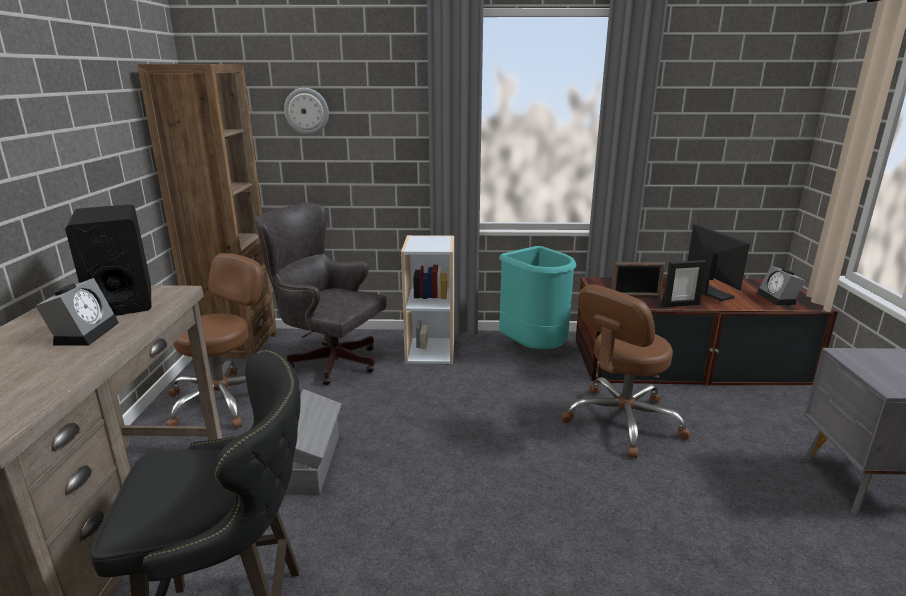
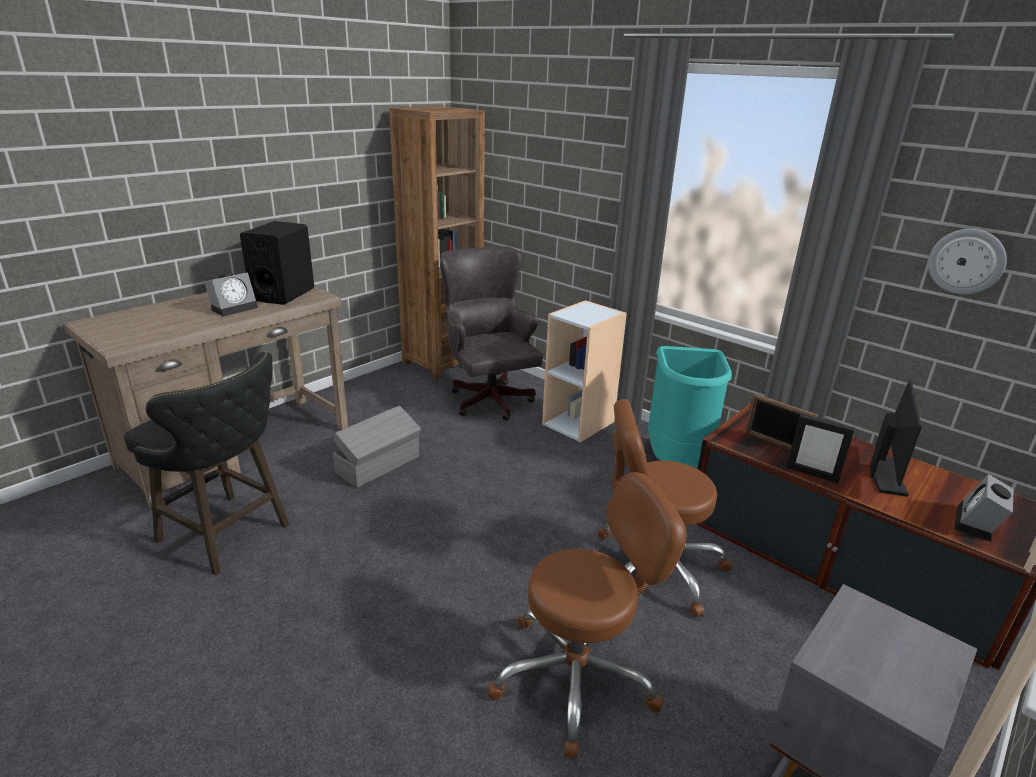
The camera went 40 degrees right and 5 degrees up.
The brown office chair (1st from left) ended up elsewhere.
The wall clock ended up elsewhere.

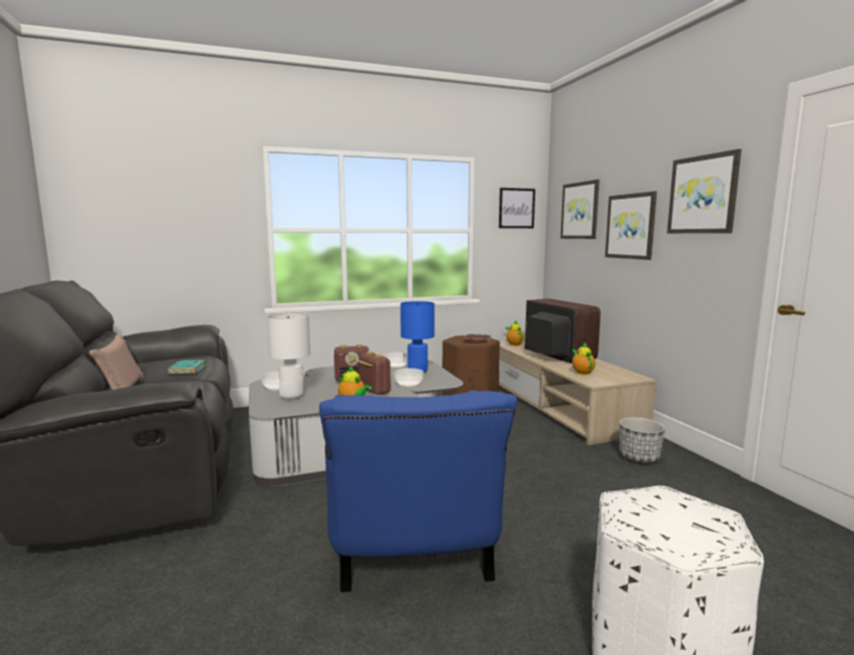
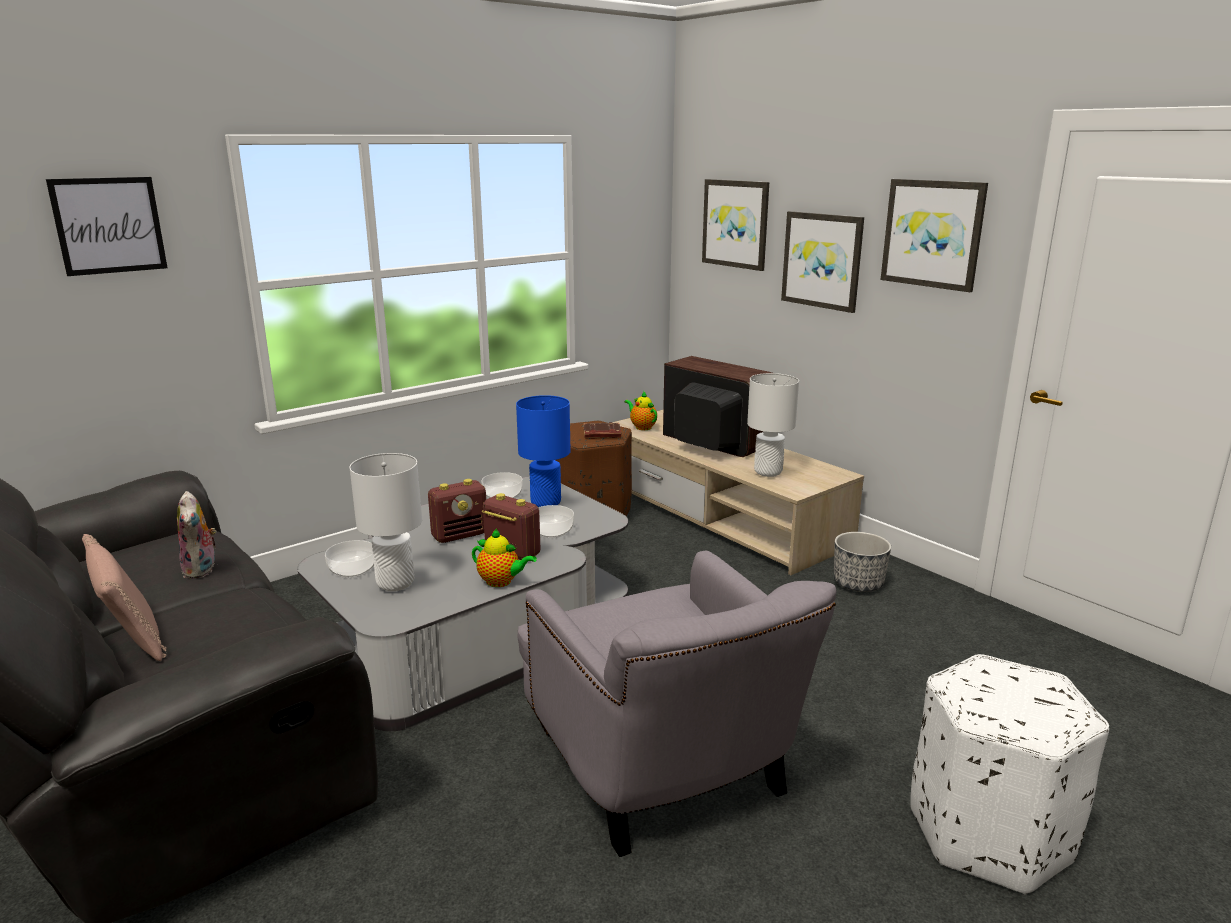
The camera went 20 degrees left and 10 degrees up.
Where the turquoise book stood, the plush toy came to stand.
What was the blue armchair turned into the grey armchair.
The picture (1st from left) ended up elsewhere.
Where the teapot (3rd from left) stood, the white table lamp (2nd from left) came to stand.

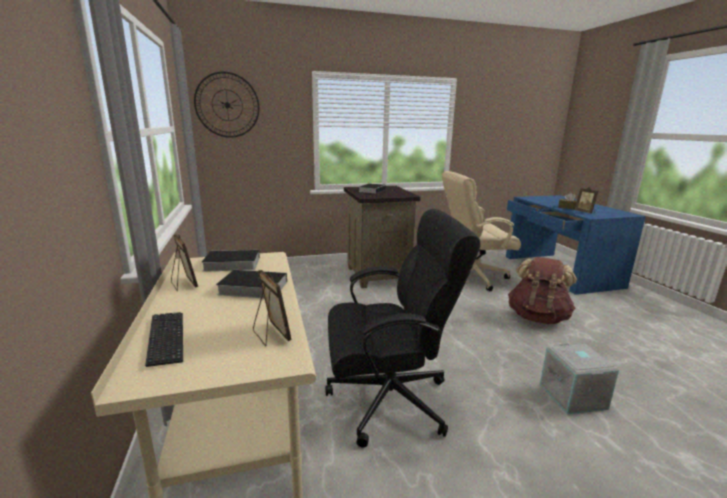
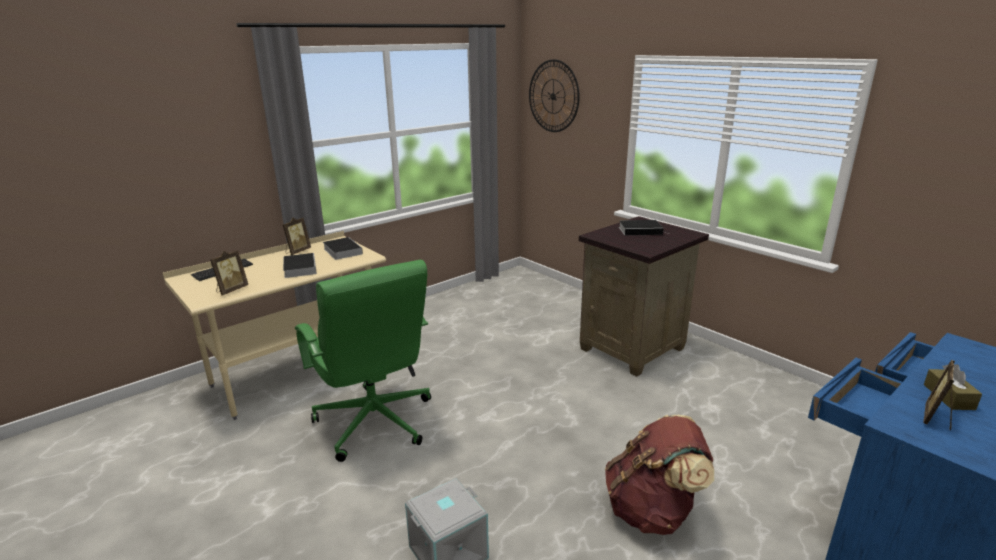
The camera went 65 degrees right and 5 degrees up.
What was the black office chair turned into the green office chair.
The second view lost the beige office chair.

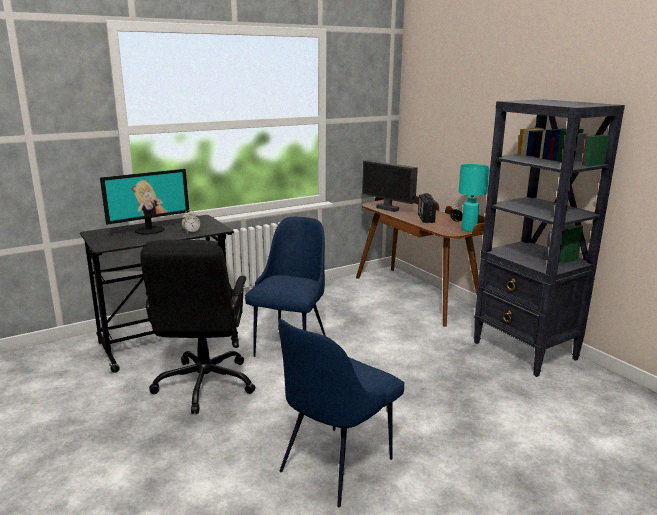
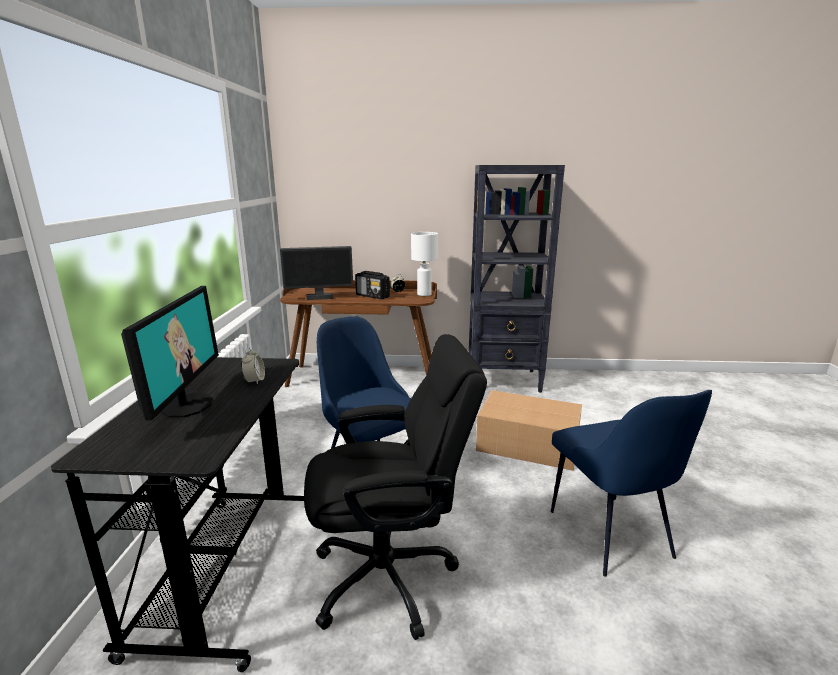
The camera went 55 degrees left and 0 degrees up.
The black office chair ended up facing another way, 45 degrees counterclockwise from before.
What was the turquoise table lamp turned into the white table lamp.
The second view gained the cardboard box.

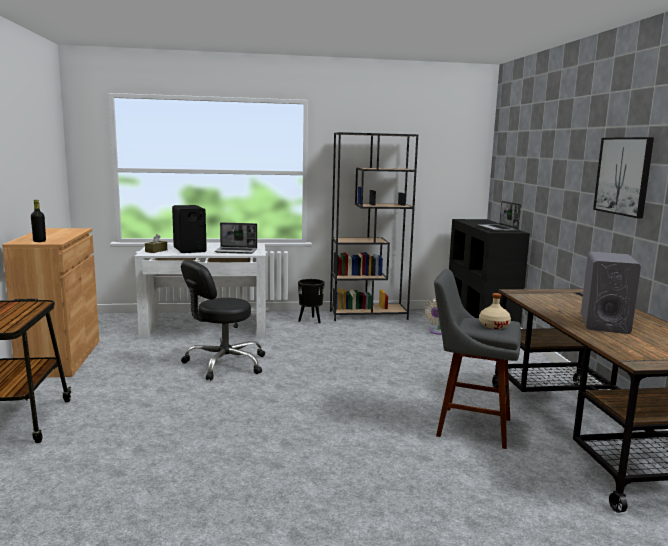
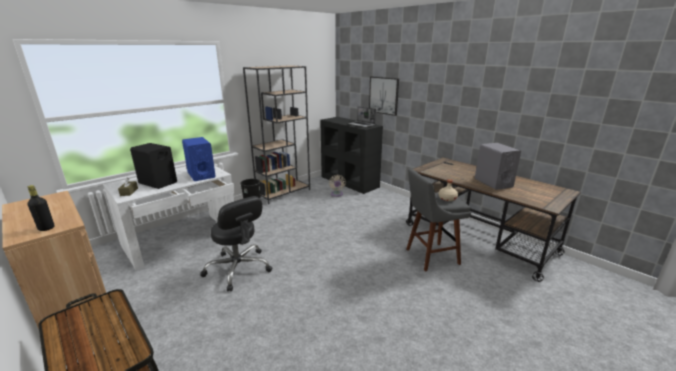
The camera went 35 degrees left and 10 degrees up.
The black office chair ended up facing another way, 60 degrees counterclockwise from before.
Where the laptop (1st from left) stood, the blue speaker came to stand.
The picture ended up elsewhere.

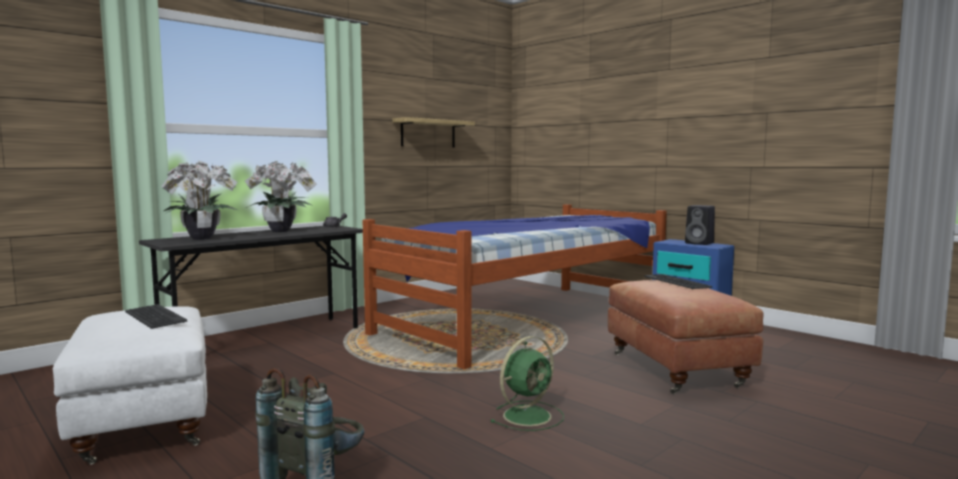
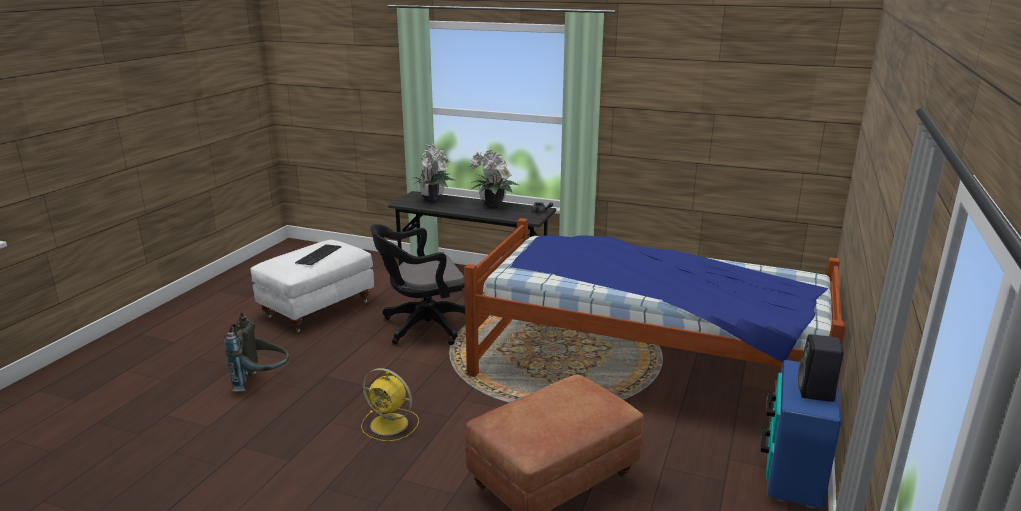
The camera went 65 degrees right and 15 degrees up.
The second view lost the shelf.
What was the green fan turned into the yellow fan.
The second view lost the keyboard (2nd from left).
The second view gained the black office chair.

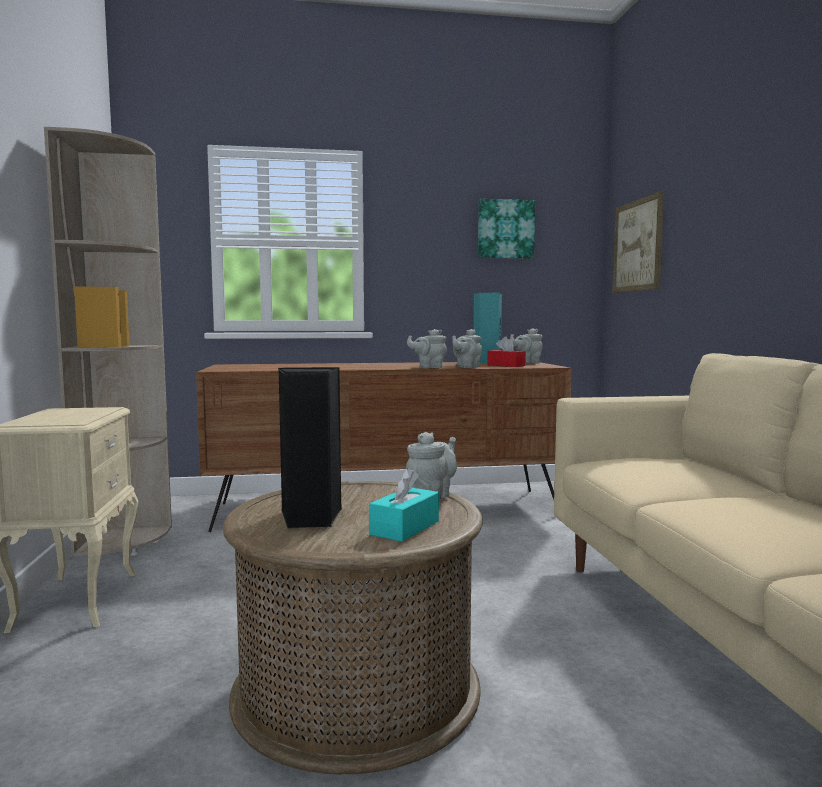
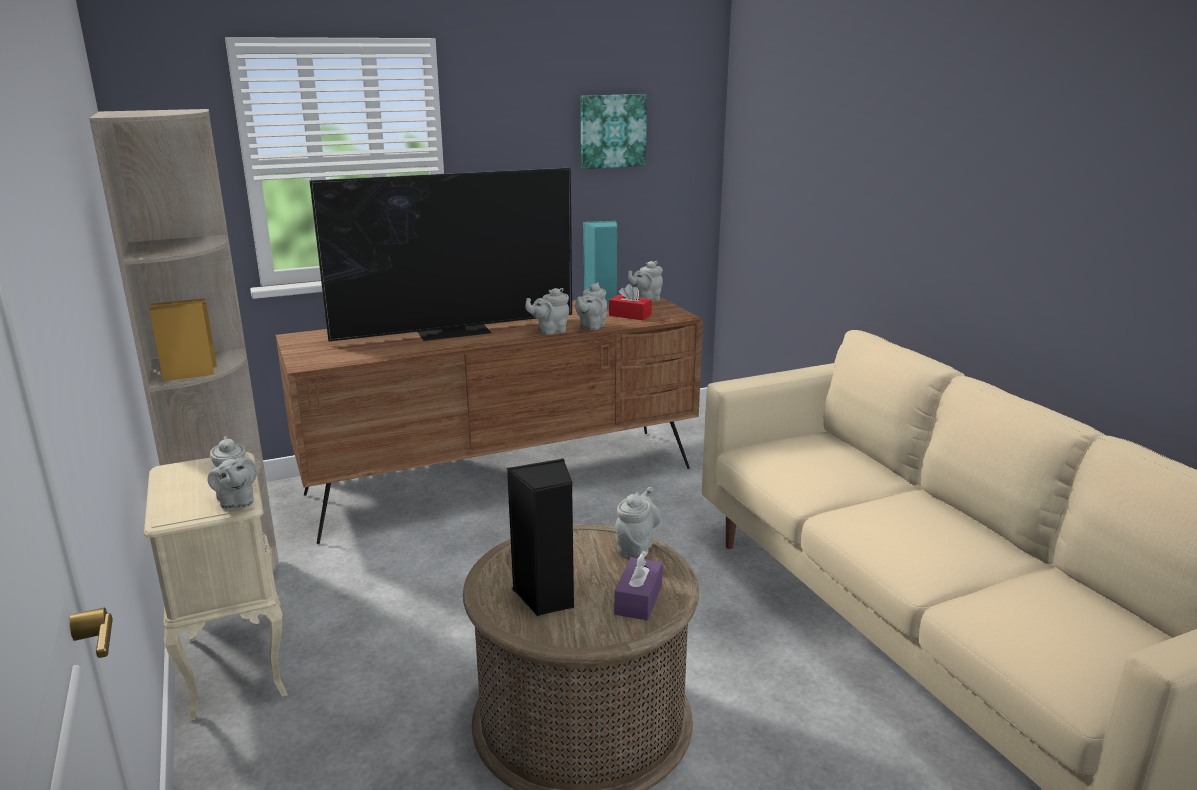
The camera went 15 degrees left and 15 degrees up.
What was the turquoise tissue box turned into the purple tissue box.
The second view lost the picture (2nd from left).
The second view gained the grey teapot (1st from left).
The second view gained the television.

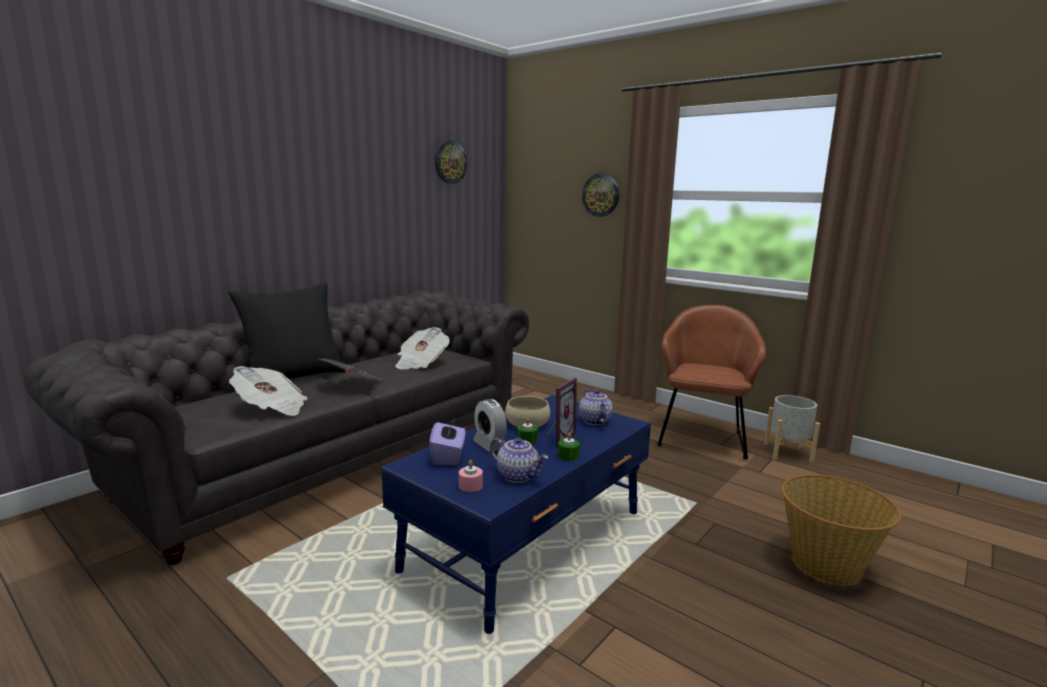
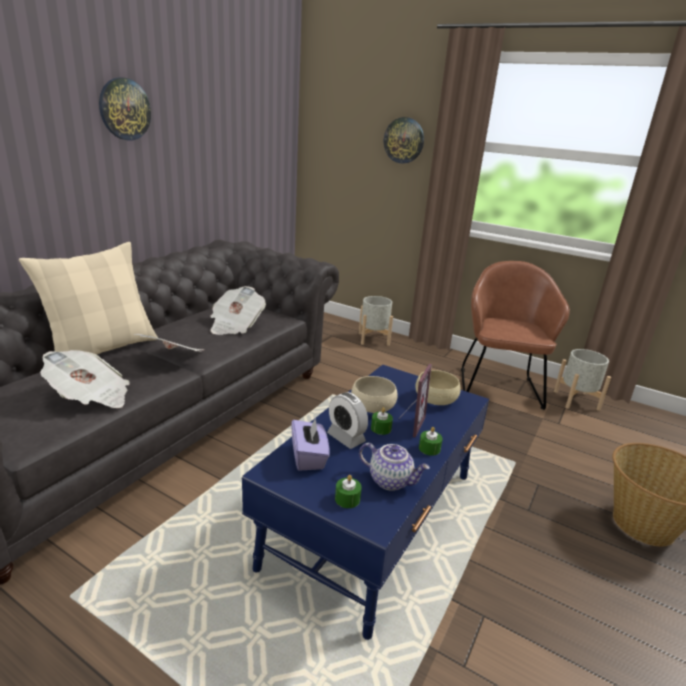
The camera went 10 degrees left and 10 degrees up.
What was the black pillow turned into the beige pillow.
The wall clock (1st from left) ended up elsewhere.
What was the pink candle turned into the green candle (1st from left).
Where the teapot (2nd from left) stood, the beige bowl (2nd from left) came to stand.
The second view gained the grey planter (1st from left).

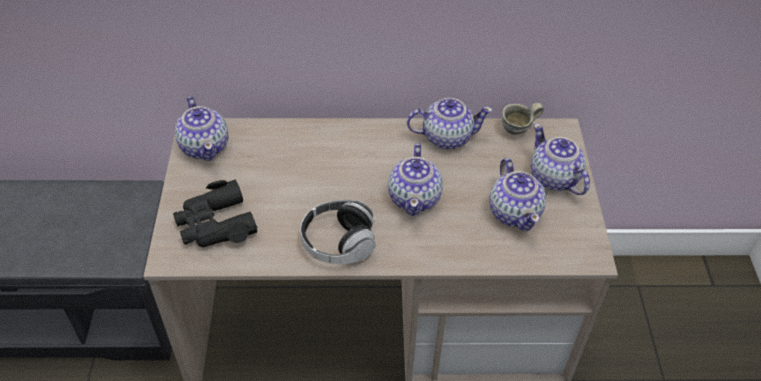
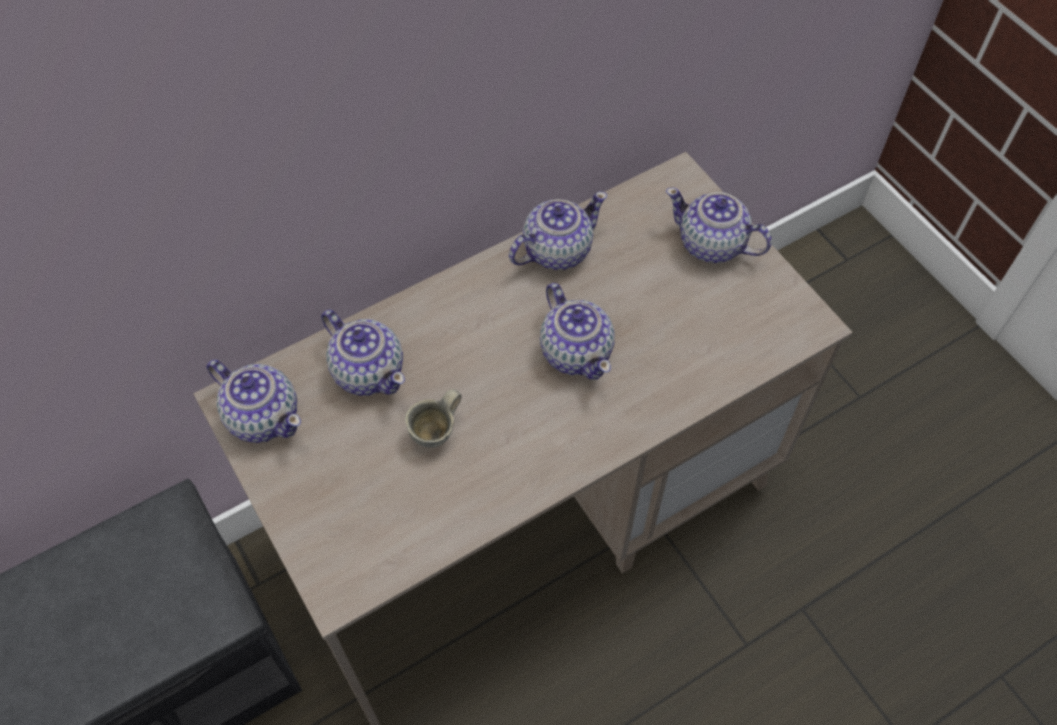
The camera went 30 degrees left and 10 degrees up.
The second view lost the black binoculars.
The second view lost the headphones.
The teapot (4th from left in the first image) ended up elsewhere.
The grey mug ended up elsewhere.

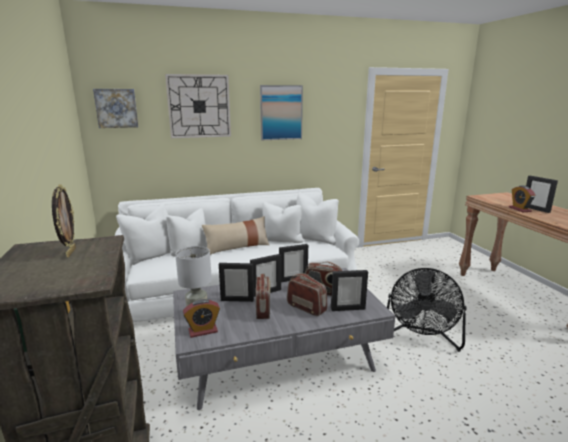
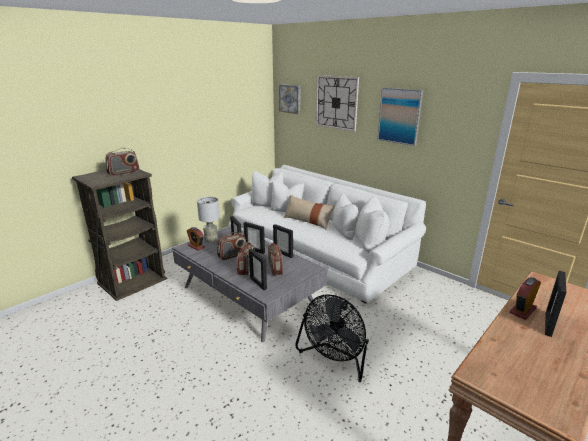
The camera went 60 degrees right and 5 degrees up.
Where the picture frame (1st from left) stood, the radio (1st from left) came to stand.
The black fan ended up facing another way, 45 degrees counterclockwise from before.

